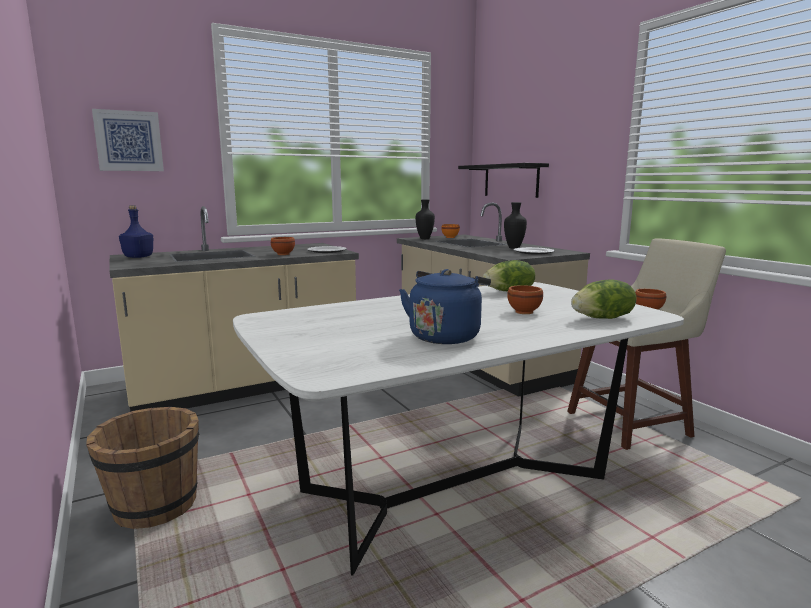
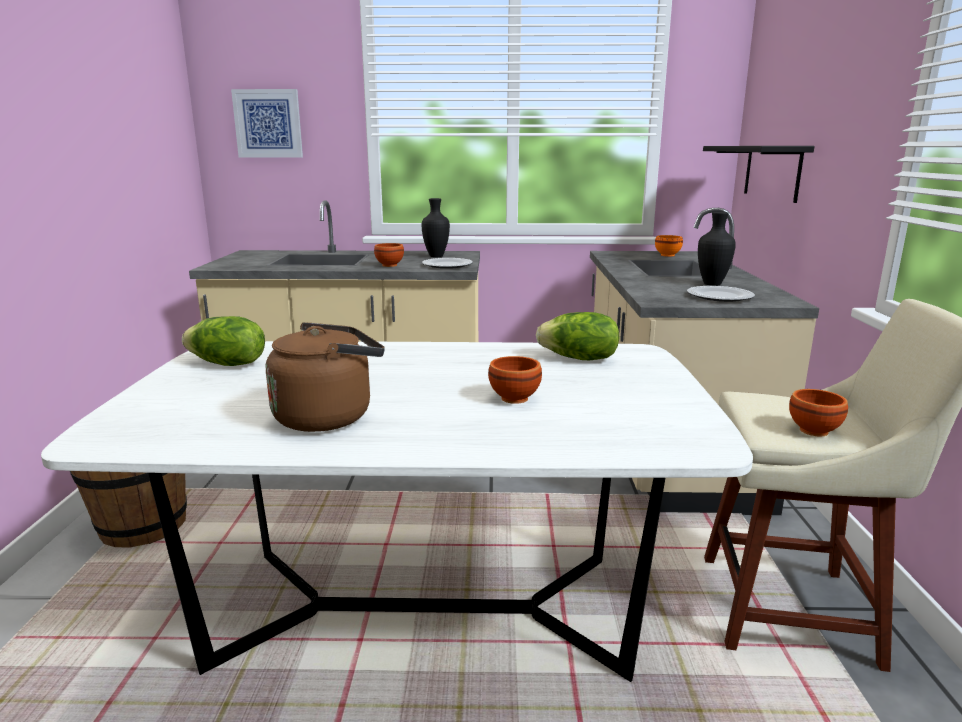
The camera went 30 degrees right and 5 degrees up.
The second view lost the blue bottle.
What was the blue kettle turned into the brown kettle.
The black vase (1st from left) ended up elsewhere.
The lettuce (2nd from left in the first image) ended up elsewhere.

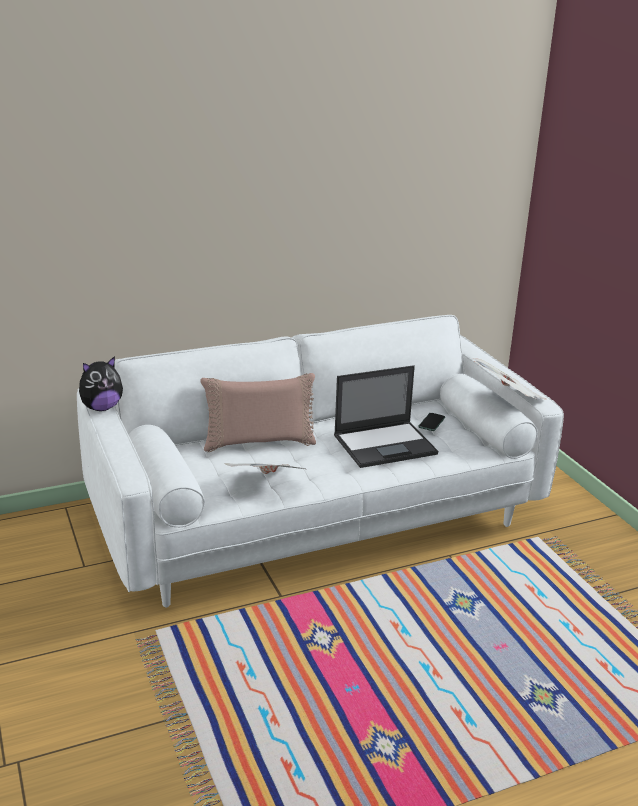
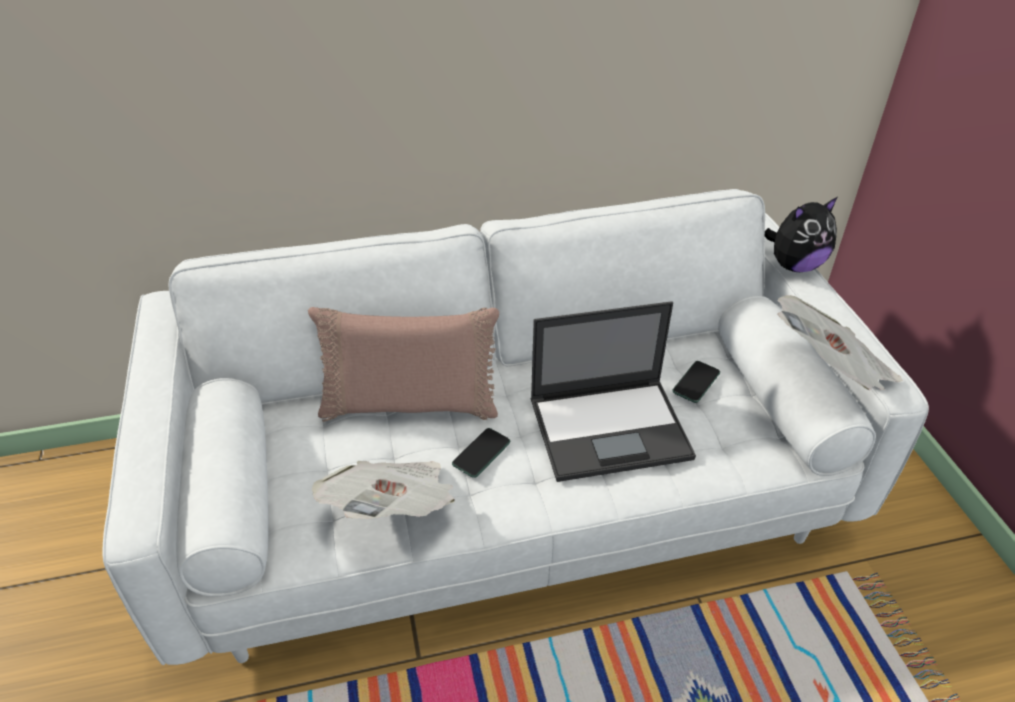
The camera went 10 degrees right and 15 degrees up.
The plush toy ended up elsewhere.
The second view gained the phone (1st from left).

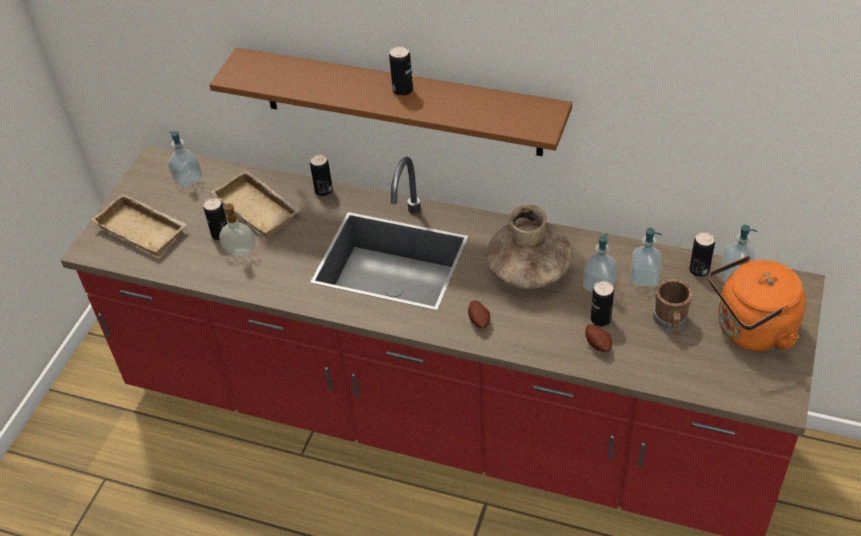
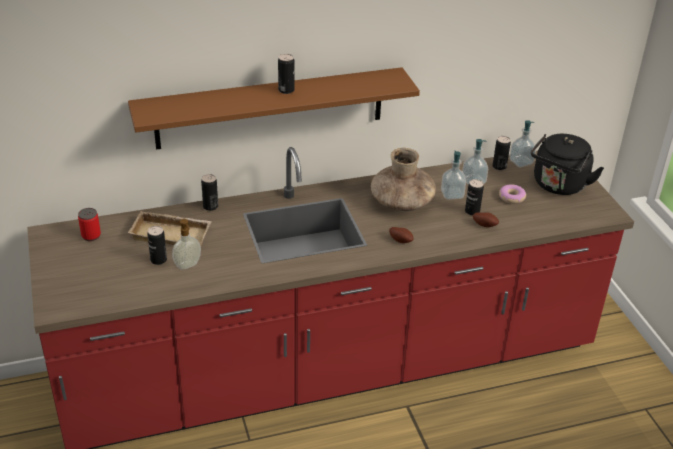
The camera went 40 degrees left and 10 degrees down.
The second view lost the beige tray (1st from left).
Where the soap dispenser (1st from left) stood, the can (1st from left) came to stand.
Where the brown mug stood, the donut came to stand.
What was the orange kettle turned into the black kettle.

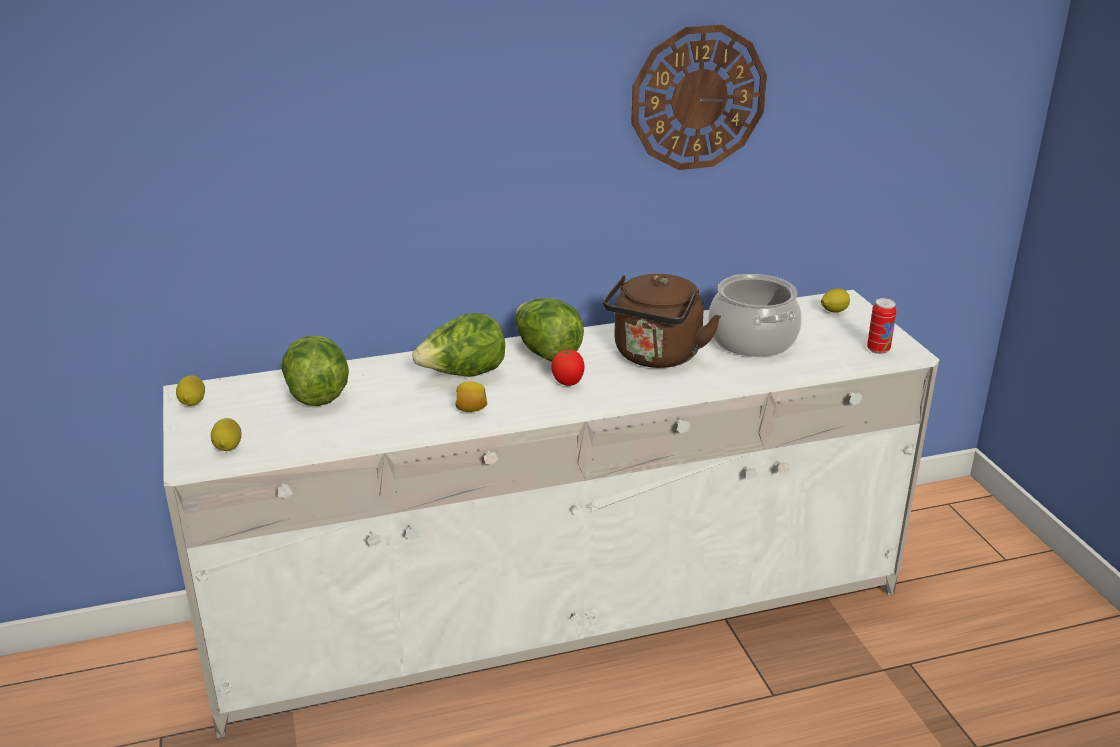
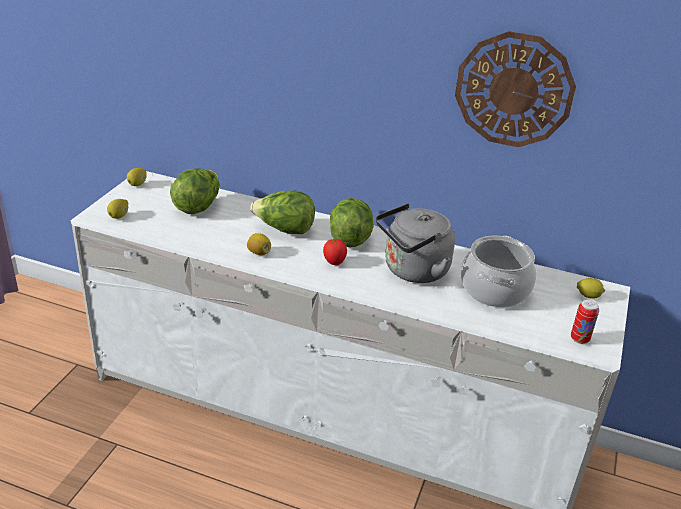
The camera went 35 degrees right and 5 degrees up.
What was the brown kettle turned into the grey kettle.

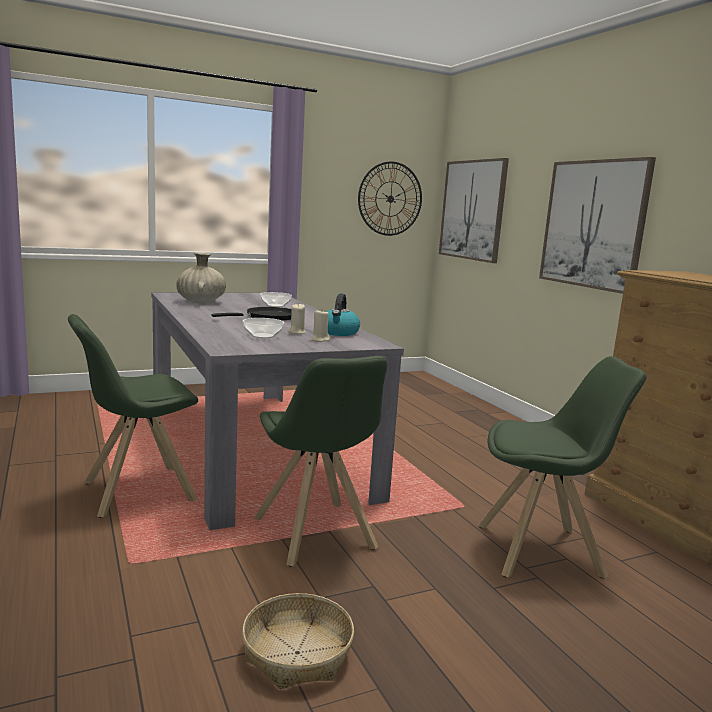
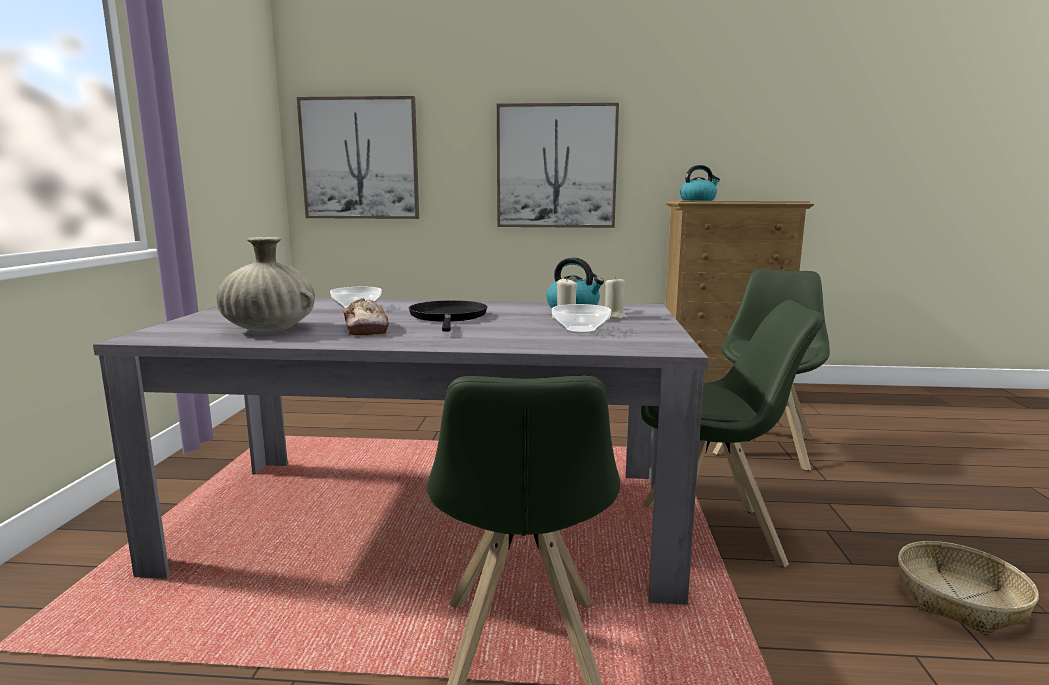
The camera went 60 degrees left and 0 degrees up.
The second view lost the wall clock.
The second view gained the bread.
The second view gained the kettle (2nd from left).

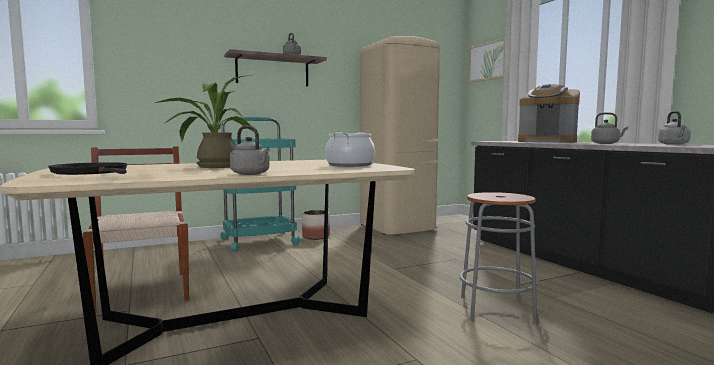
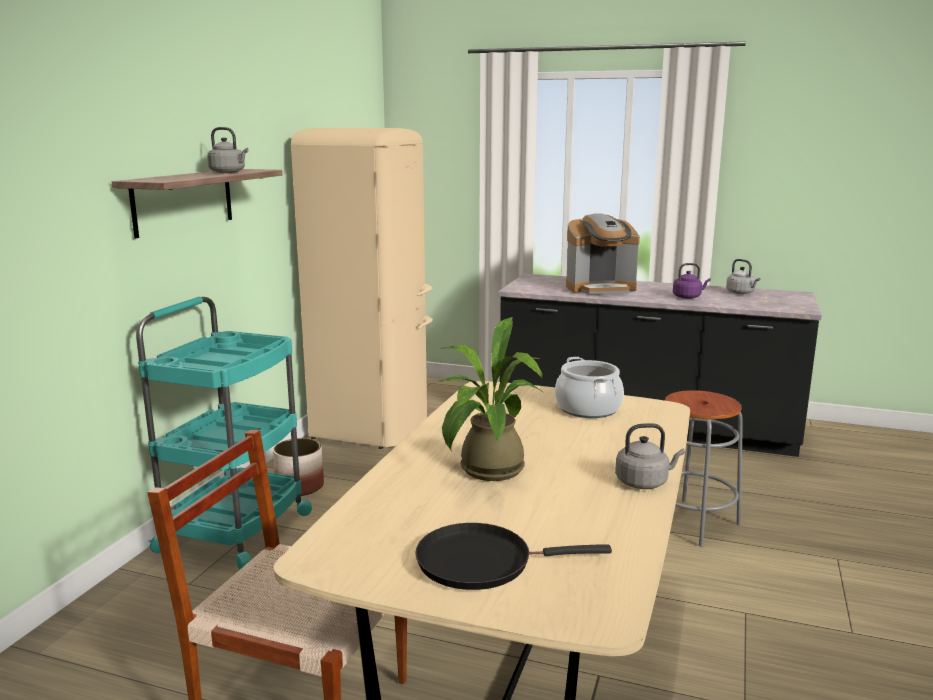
The camera went 45 degrees left and 10 degrees up.
The second view lost the picture.
What was the grey kettle (3rd from left) turned into the purple kettle.

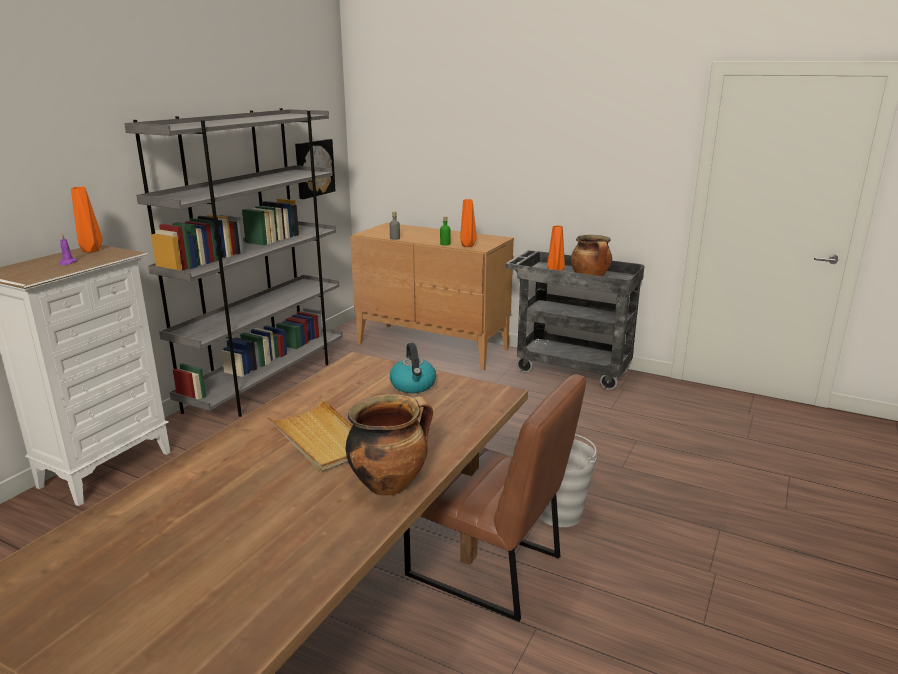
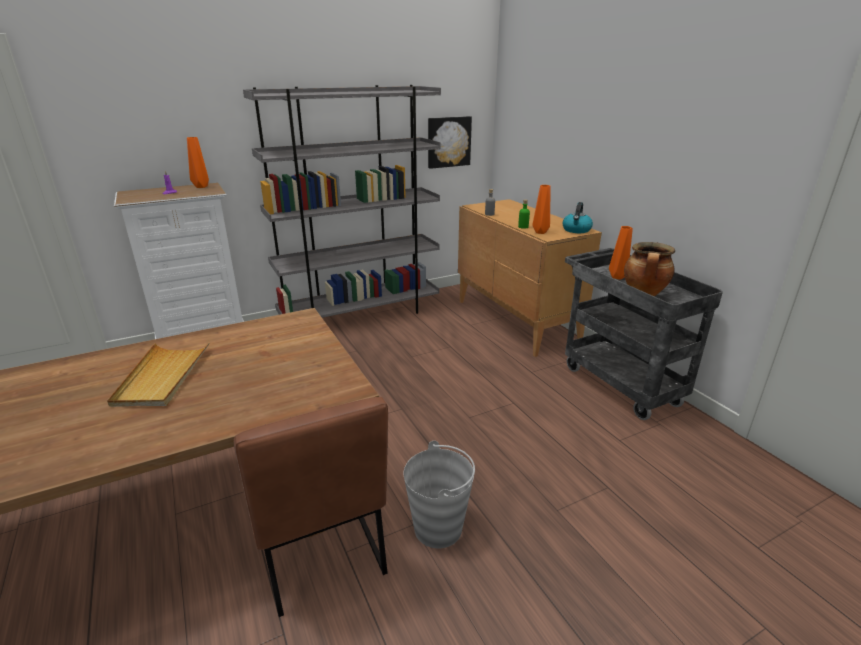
The camera went 35 degrees right and 5 degrees up.
The second view lost the cooking pot (1st from left).
The kettle ended up elsewhere.

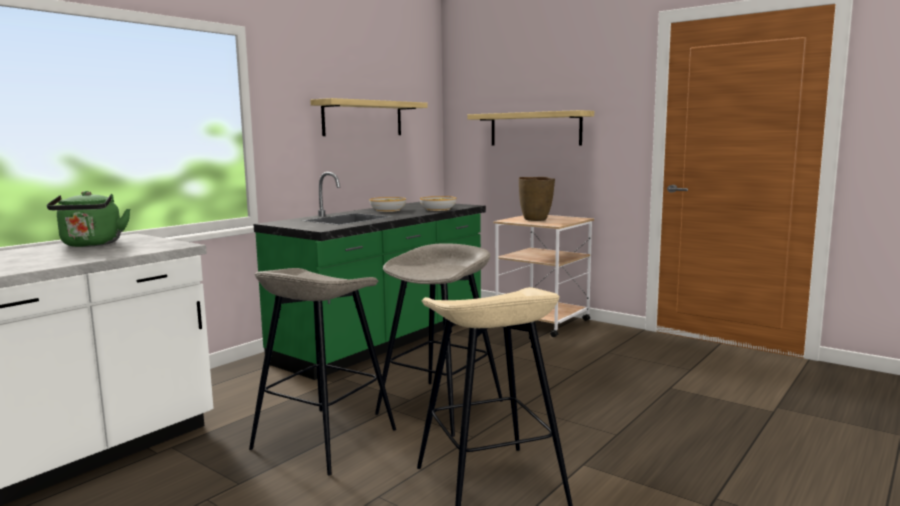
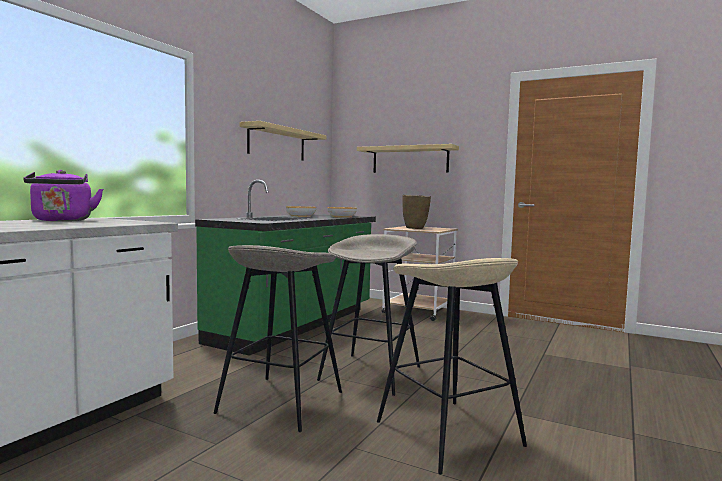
The camera went 10 degrees left and 5 degrees down.
What was the green kettle turned into the purple kettle.

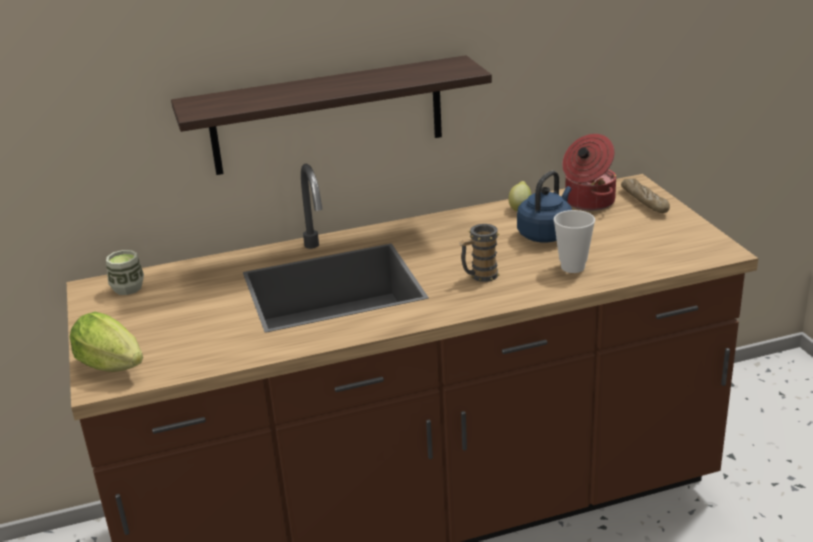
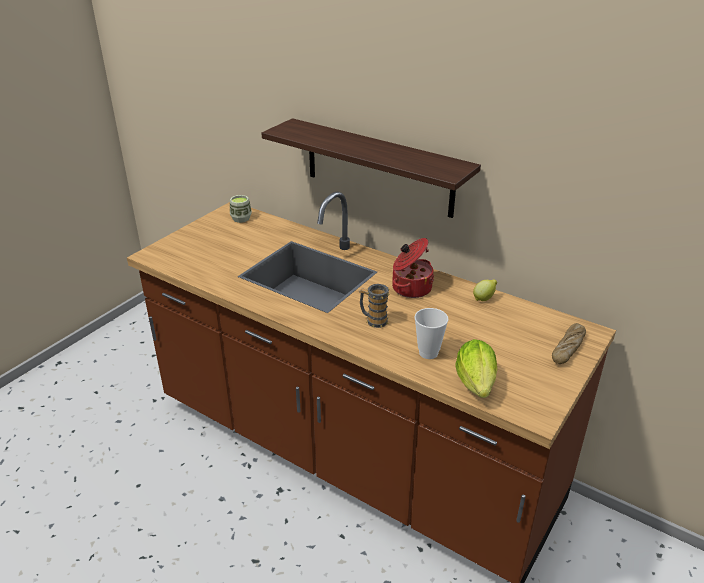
The camera went 50 degrees right and 5 degrees up.
The lettuce ended up elsewhere.
The second view lost the blue kettle.
The cooking pot ended up elsewhere.

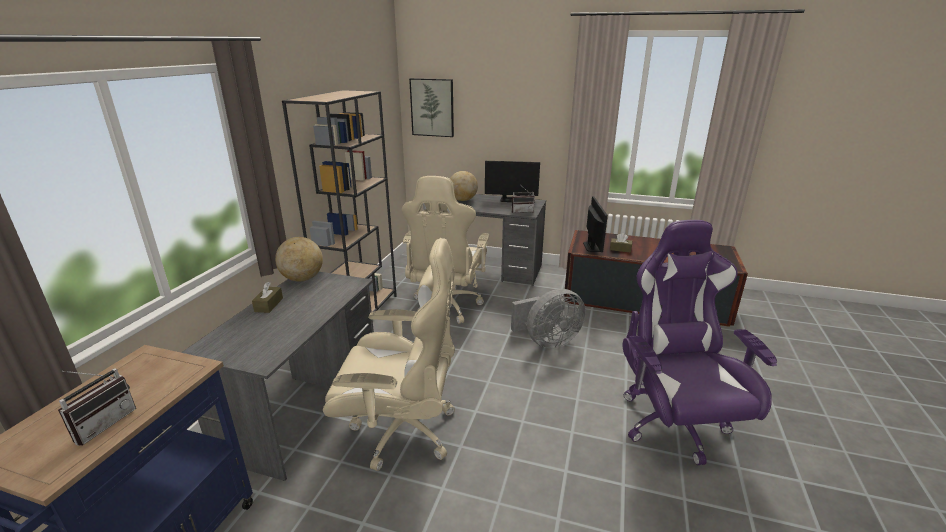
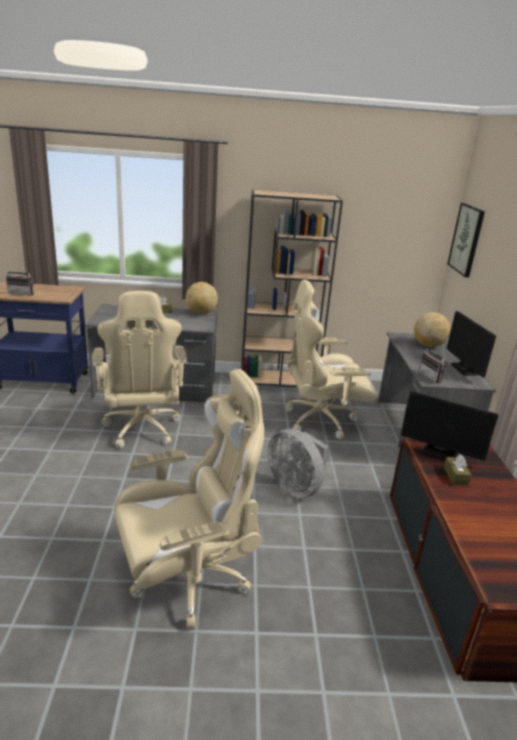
The camera went 70 degrees right and 0 degrees up.
The monitor (2nd from left in the first image) ended up facing another way, 45 degrees clockwise from before.
What was the purple office chair turned into the beige office chair (2nd from left).

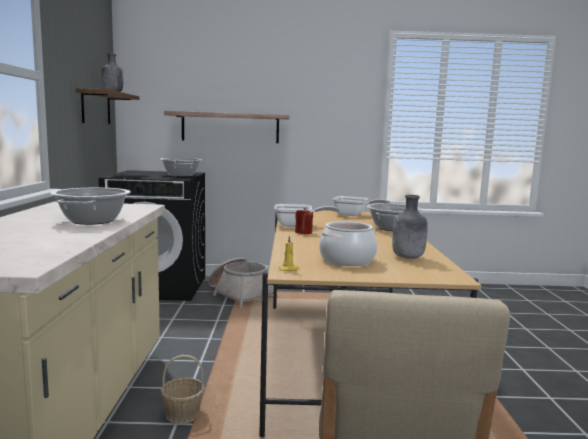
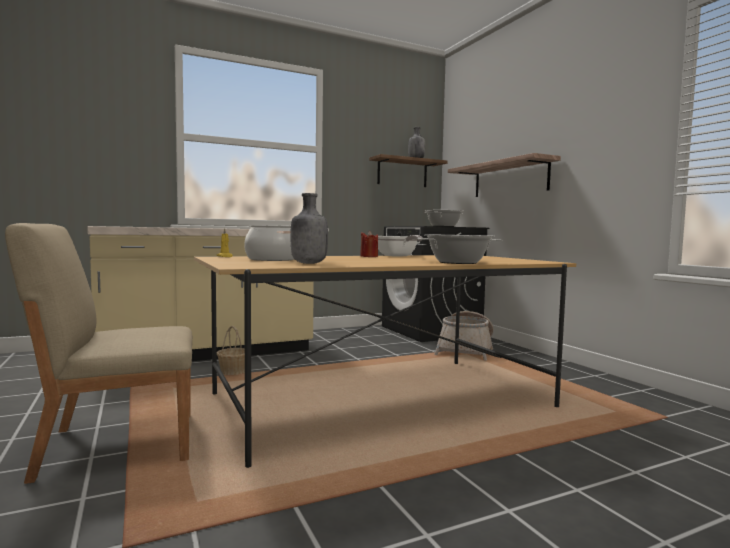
The camera went 65 degrees right and 5 degrees down.
The second view lost the cooking pot (1st from left).
The second view lost the frying pan (2nd from left).

